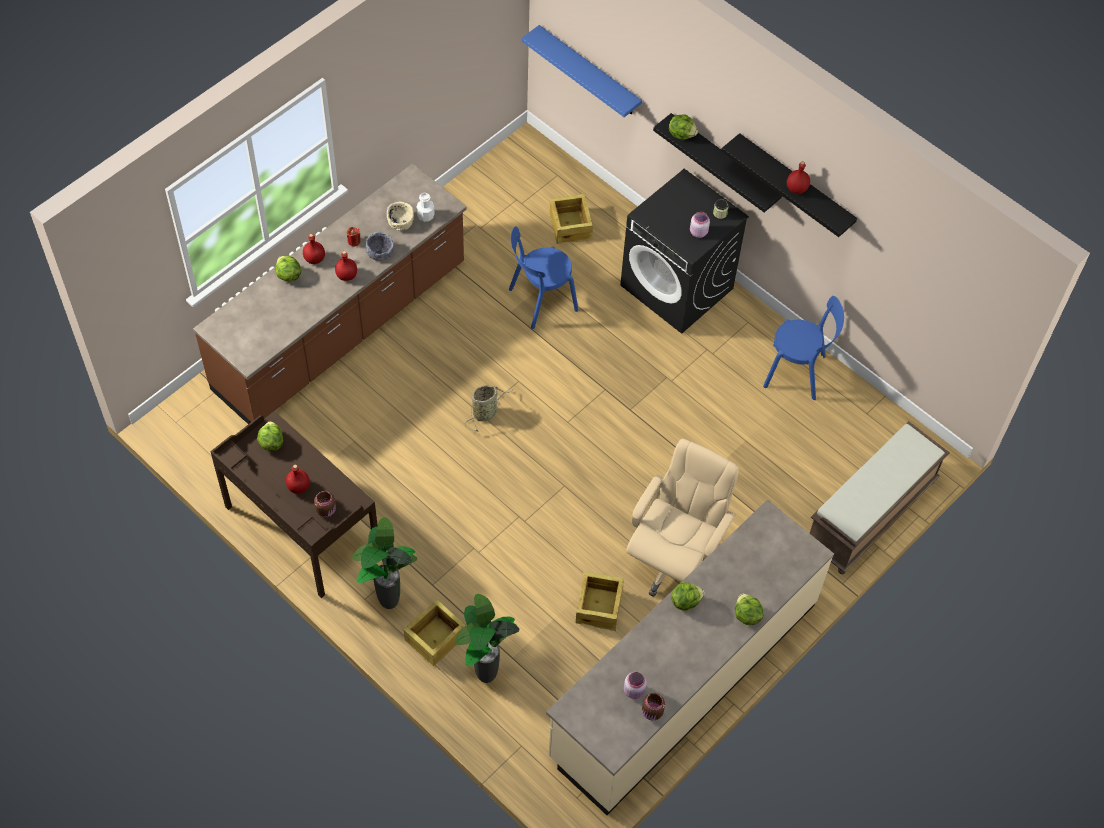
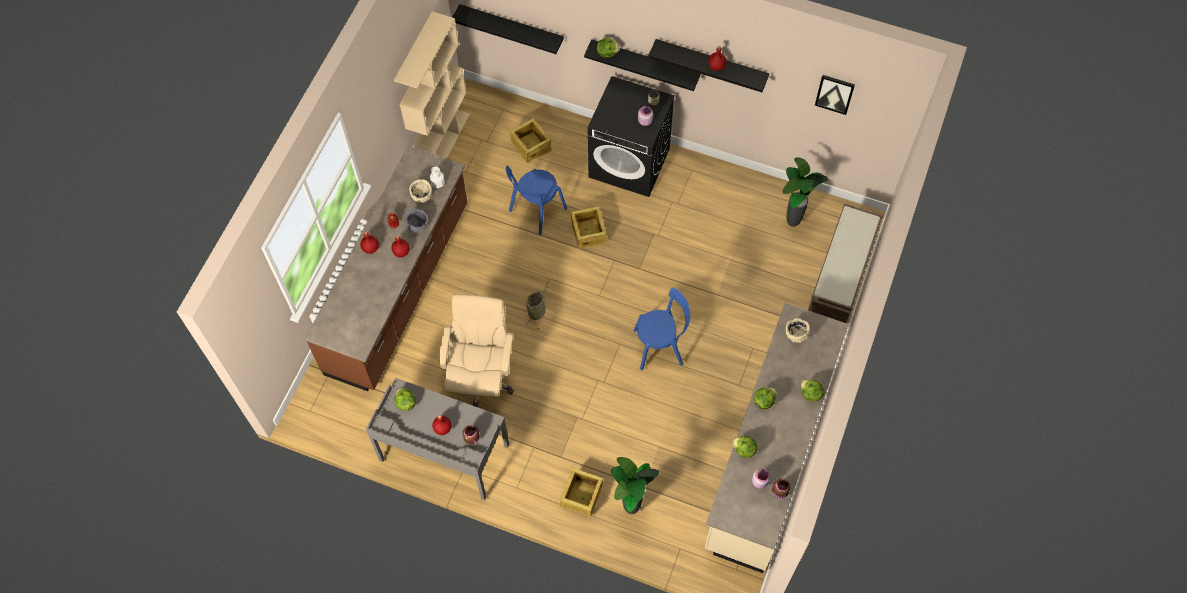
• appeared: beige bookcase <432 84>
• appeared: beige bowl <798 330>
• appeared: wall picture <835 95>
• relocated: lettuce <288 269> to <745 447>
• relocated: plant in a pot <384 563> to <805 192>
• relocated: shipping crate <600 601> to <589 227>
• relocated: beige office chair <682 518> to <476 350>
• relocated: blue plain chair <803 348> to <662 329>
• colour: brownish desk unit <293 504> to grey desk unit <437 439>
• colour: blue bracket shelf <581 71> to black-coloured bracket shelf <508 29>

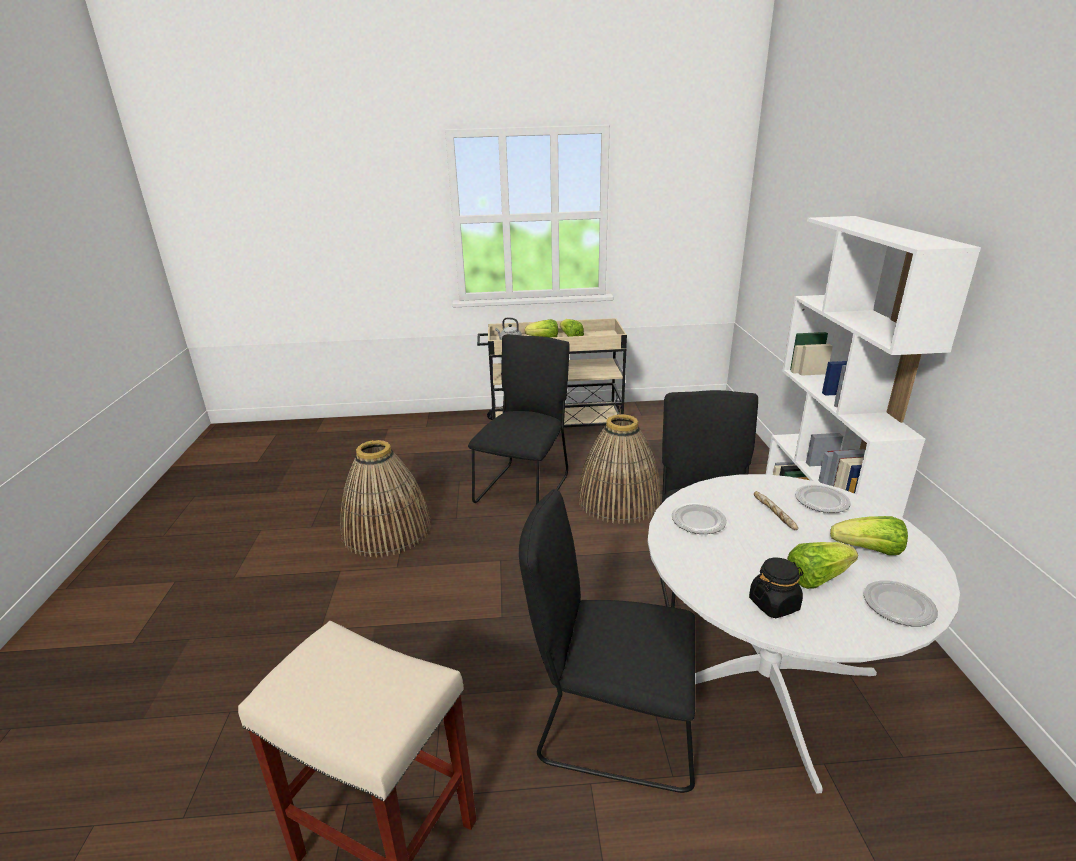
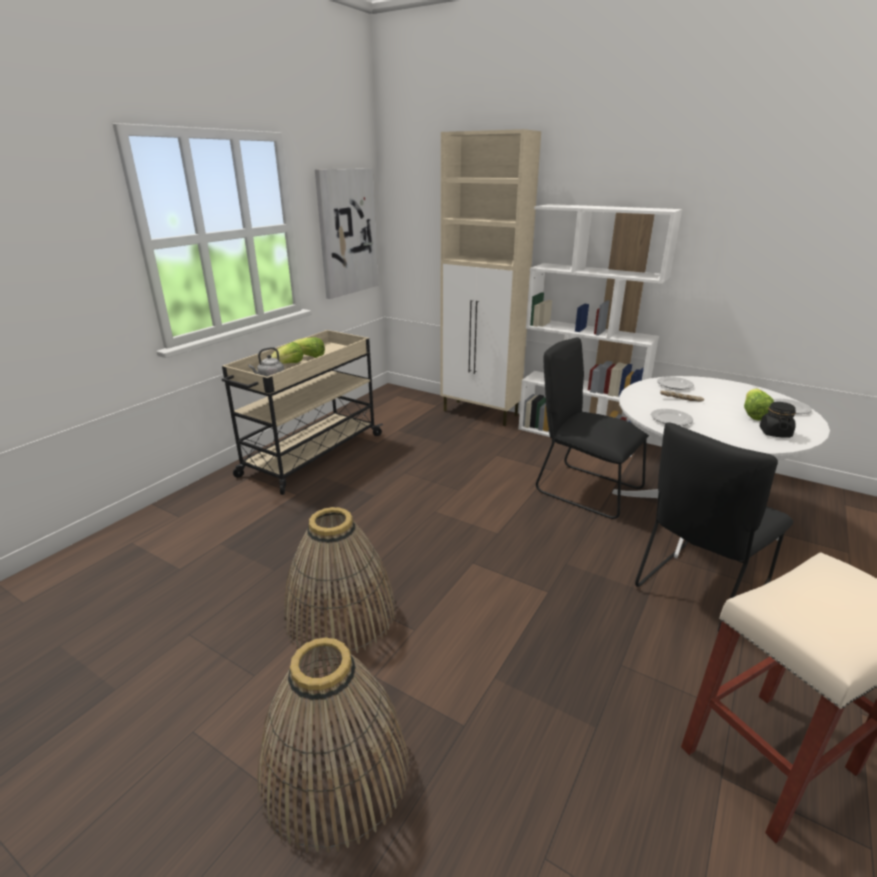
• missing: black-coloured plain chair <519 419>
• missing: lettuce <869 535>
• appeared: wall picture <346 234>
• appeared: beige cupboard <490 277>
• relocated: household basket <619 469> to <333 745>

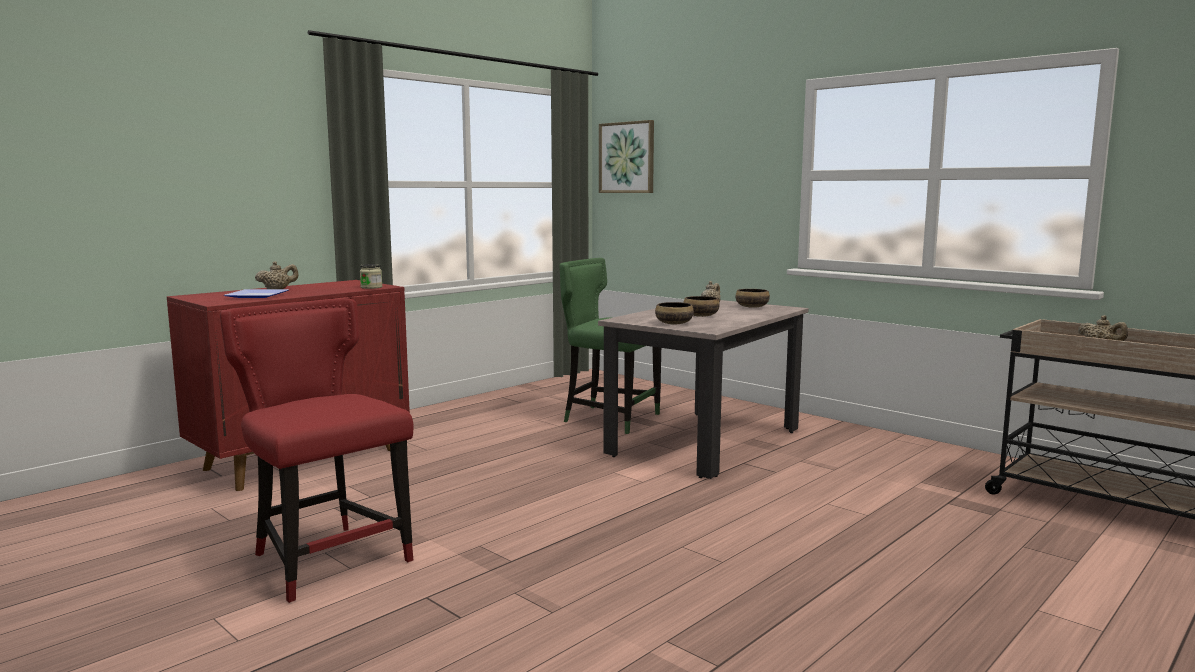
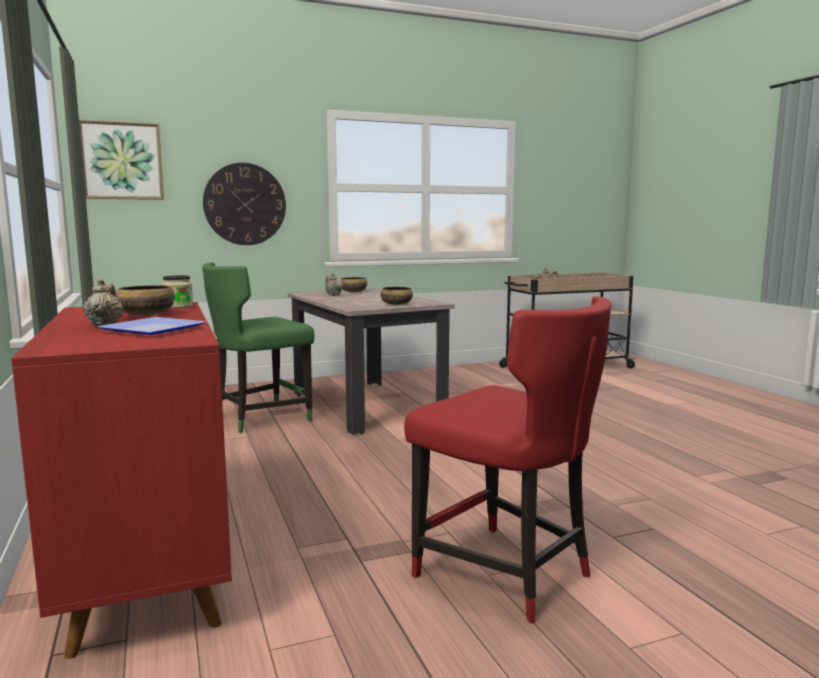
• appeared: clock on the wall <244 204>
• relocated: bowl <701 306> to <145 300>
• spun: red plain chair <316 450> = <507 459> 120 degrees counterclockwise

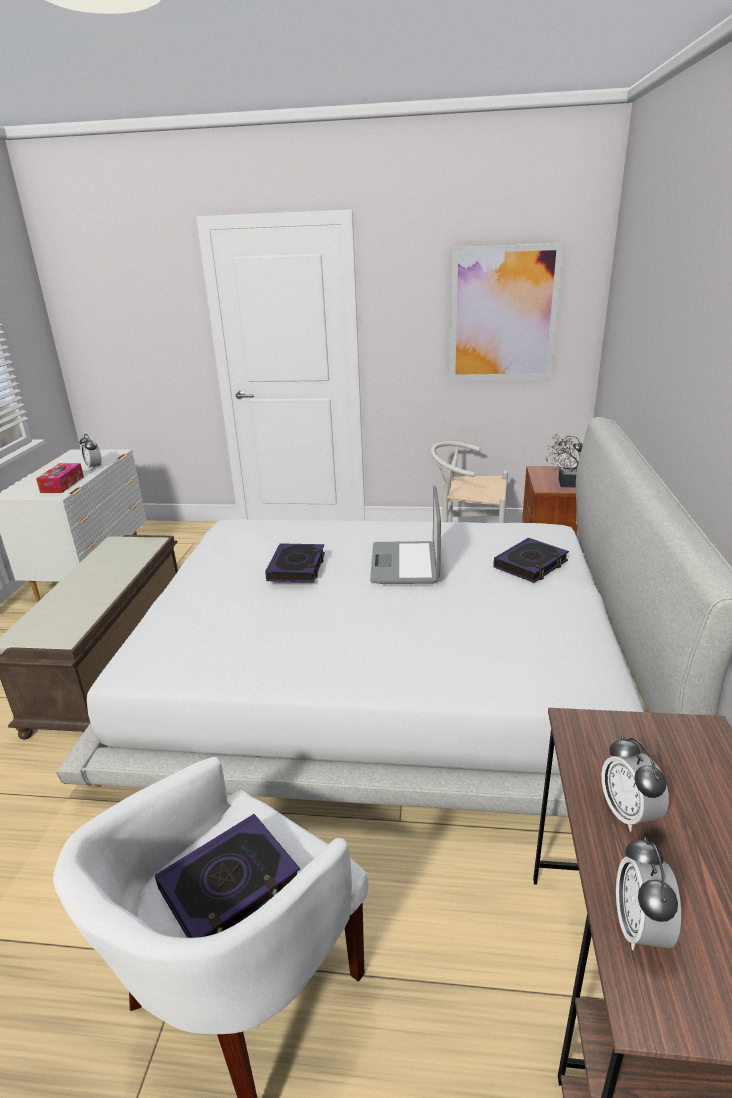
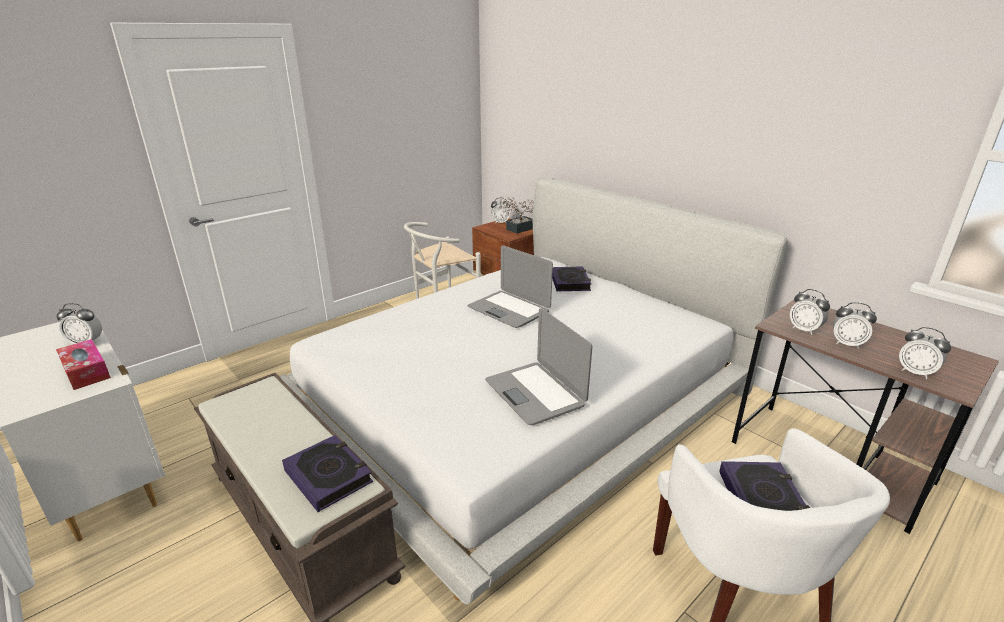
• missing: wall picture <506 311>
• appeared: laptop <538 366>
• appeared: bedside clock <810 312>
• relocated: book <295 562> to <327 473>

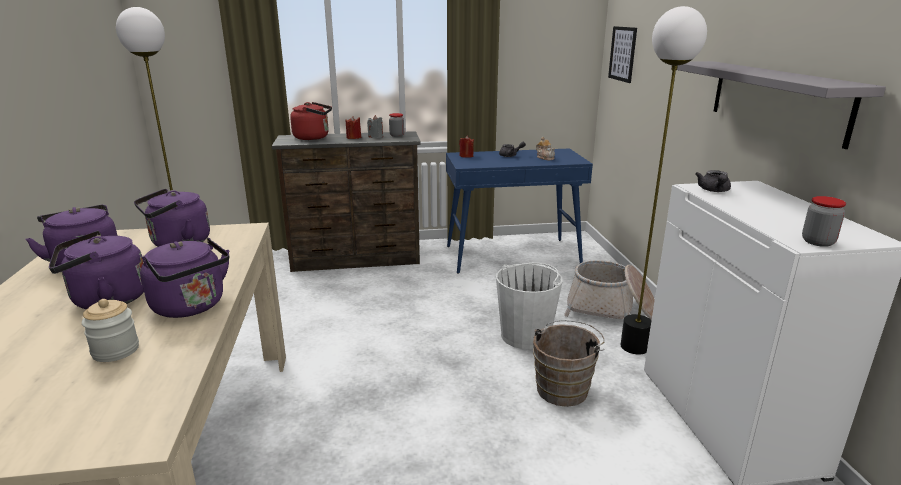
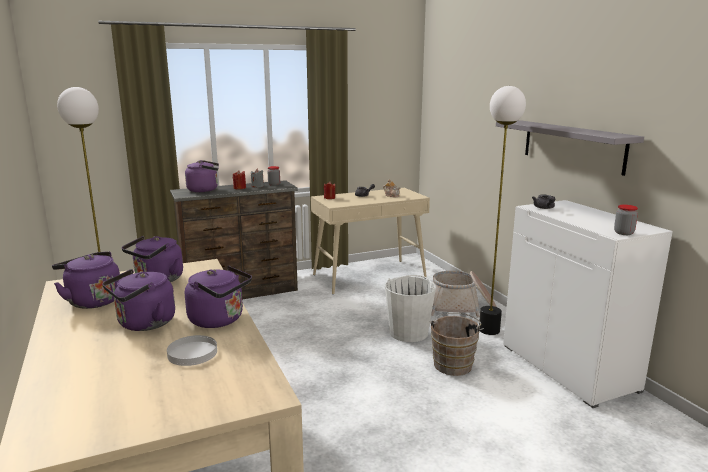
• missing: wall picture <622 54>
• exchanged: storage jar <110 330> to white dinner plate <192 350>
• colour: red water kettle <311 121> to purple-coloured water kettle <202 176>
• colour: blue narrow table <519 211> to beige narrow table <370 241>

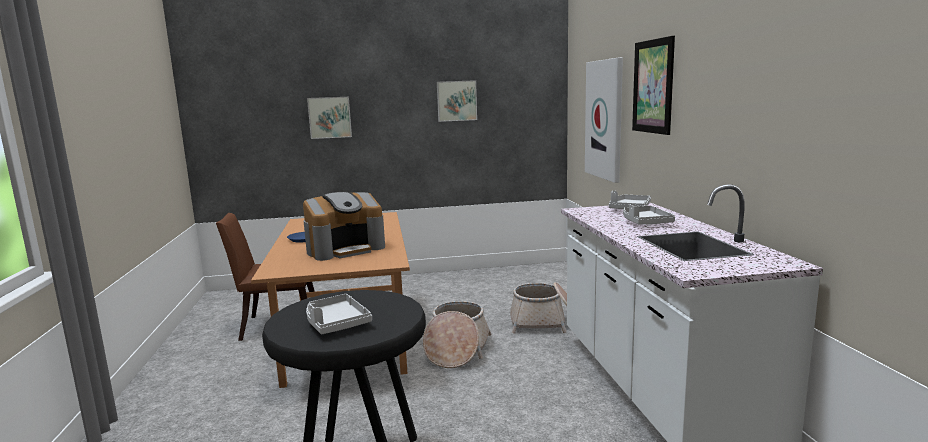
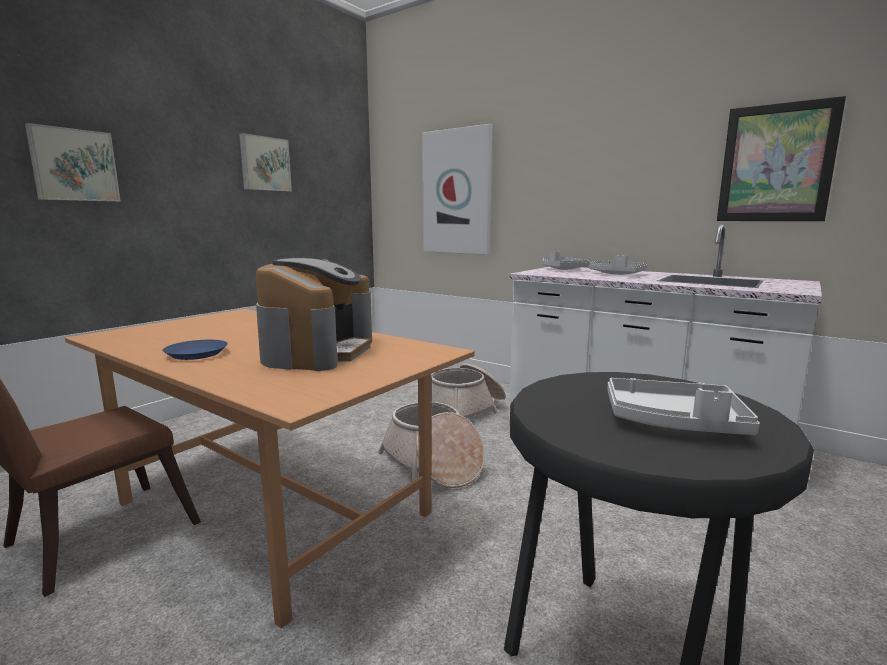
• relocated: wall picture <653 85> to <781 158>

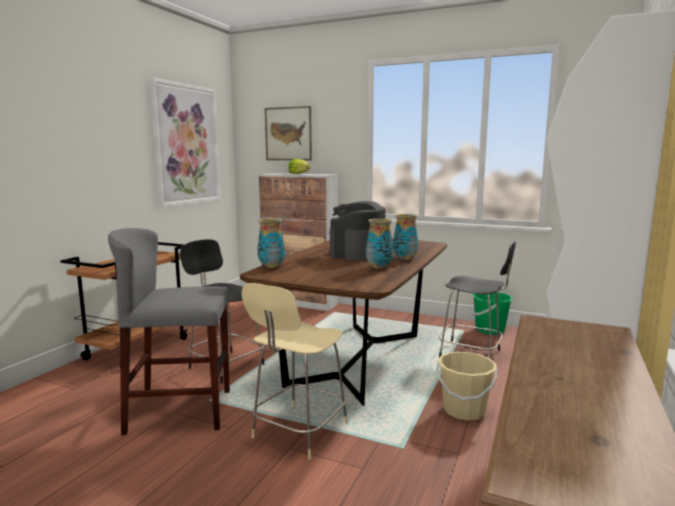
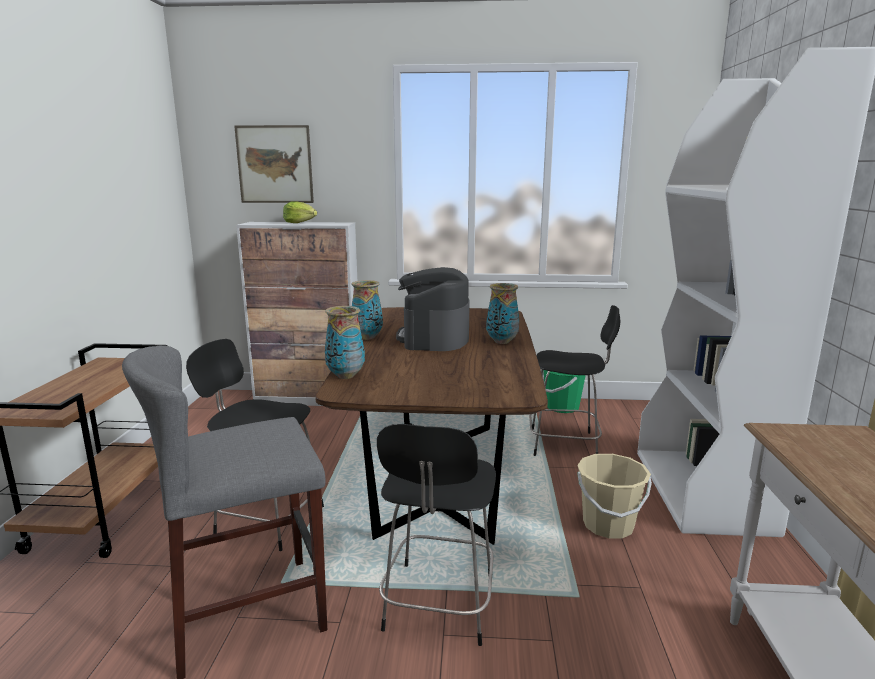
• missing: wall picture <185 142>
• relocated: vase <379 244> to <367 310>
• colour: beige plain chair <295 371> to black-coloured plain chair <436 535>

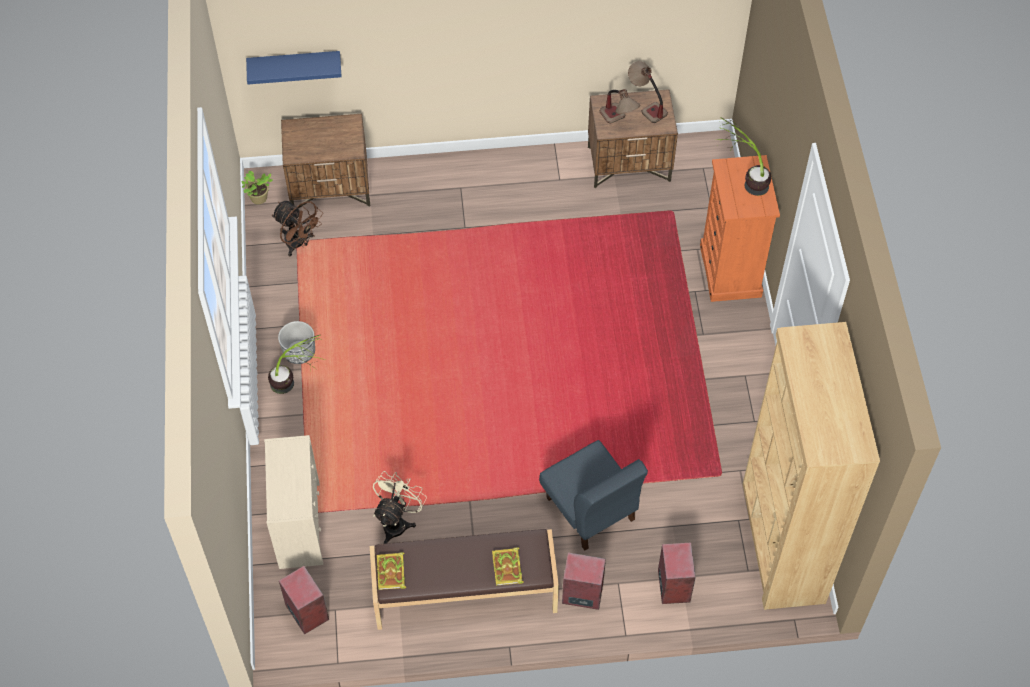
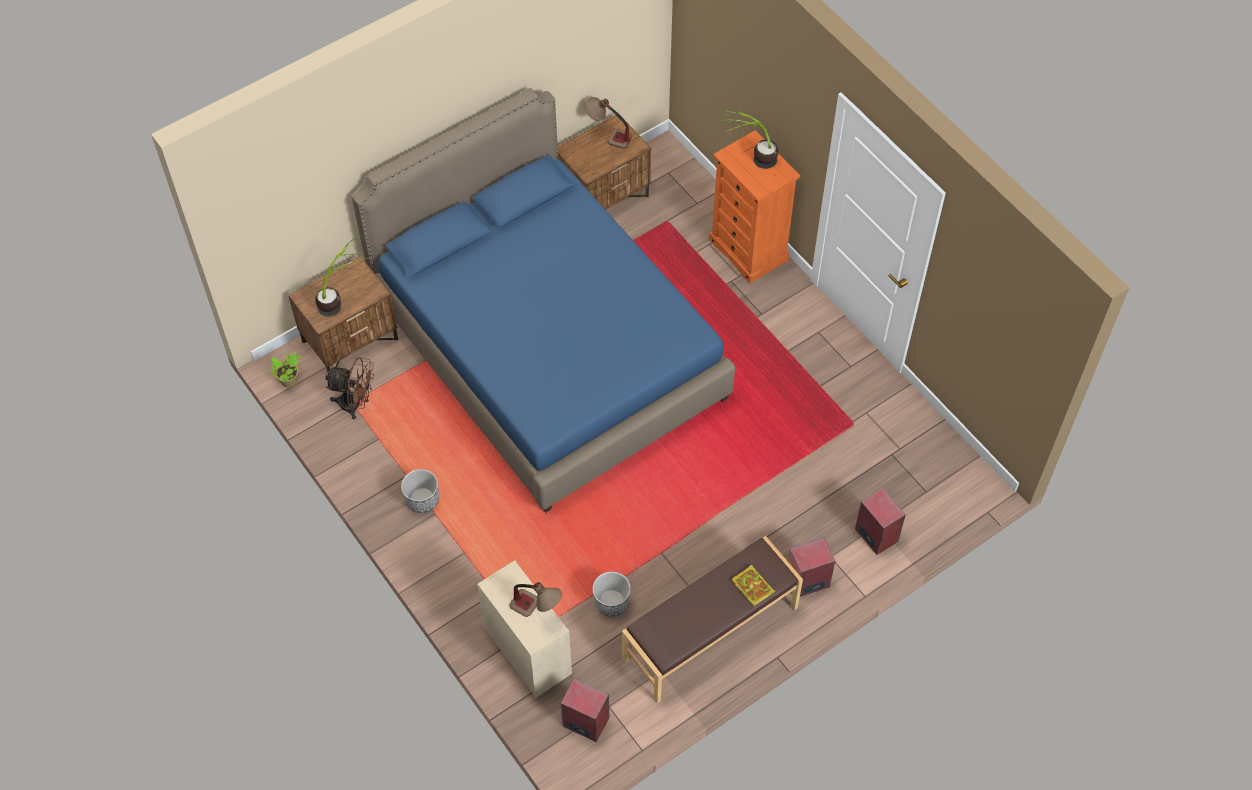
• missing: blue bracket shelf <294 67>
• missing: book <391 571>
• missing: blue plain chair <593 495>
• missing: brownish bookcase <811 466>
• appeared: blue bedroom bed <543 300>
• relocated: plant in a pot <296 364> to <342 276>
• relocated: table lamp <620 106> to <536 599>
• exchanged: beige cooling fan <400 507> to planter <611 594>

